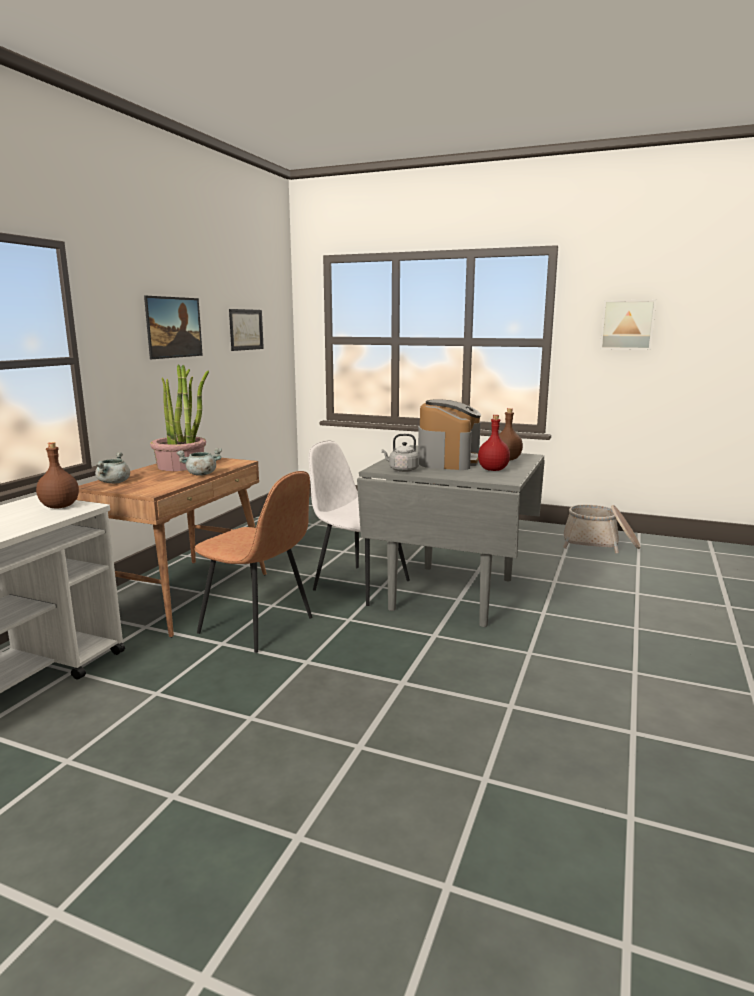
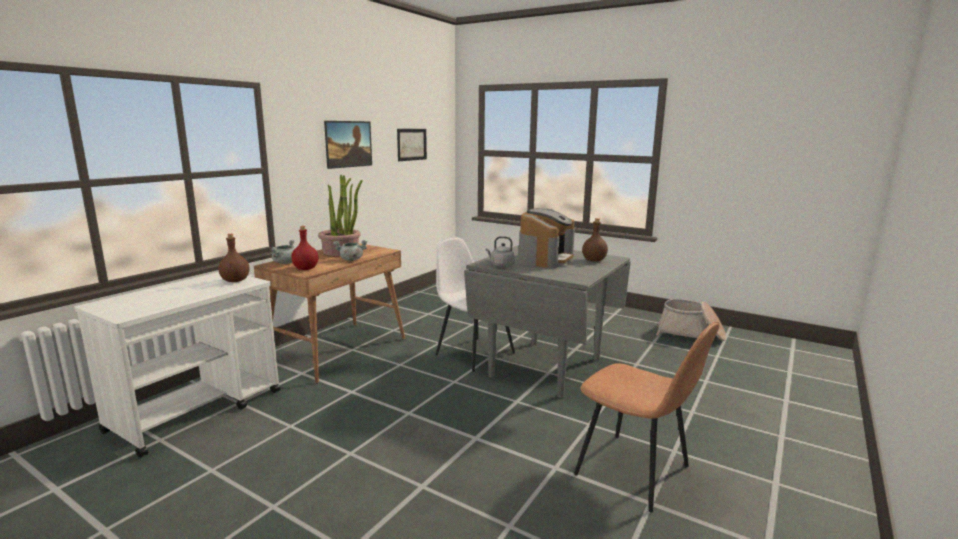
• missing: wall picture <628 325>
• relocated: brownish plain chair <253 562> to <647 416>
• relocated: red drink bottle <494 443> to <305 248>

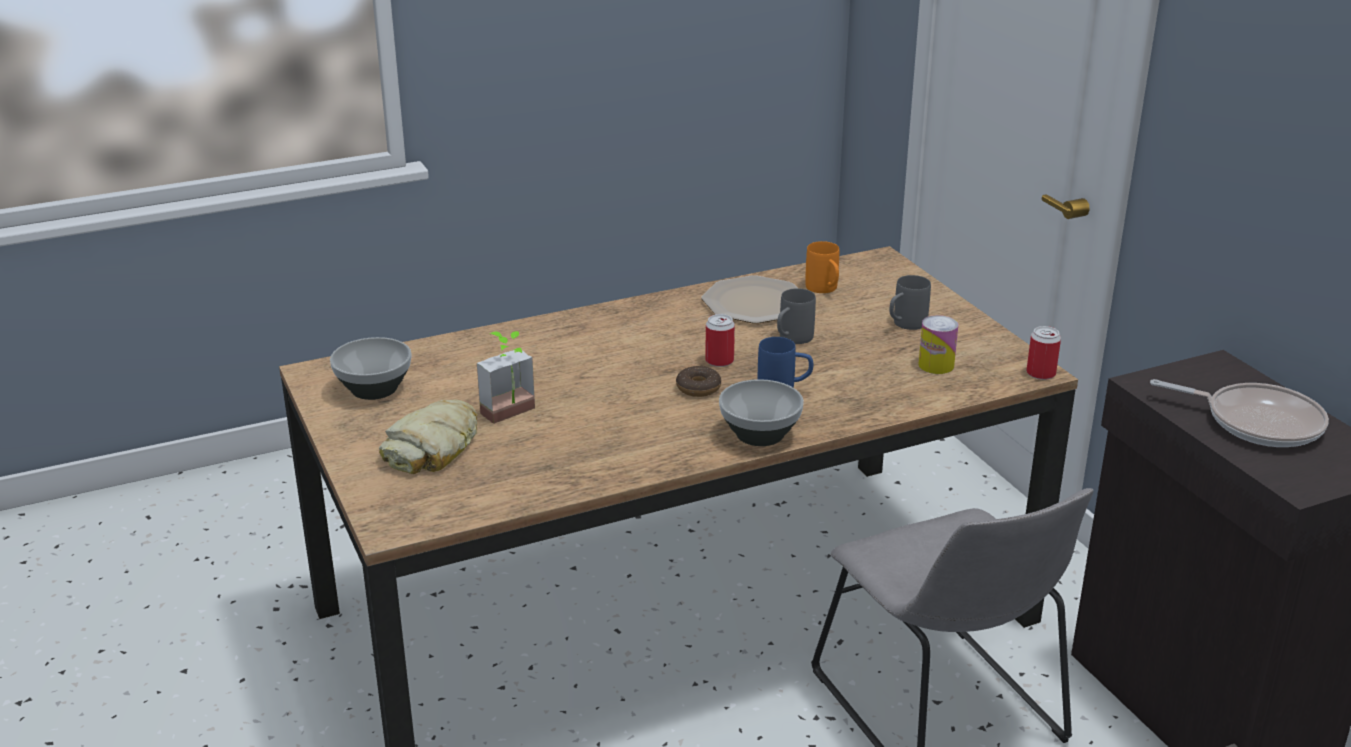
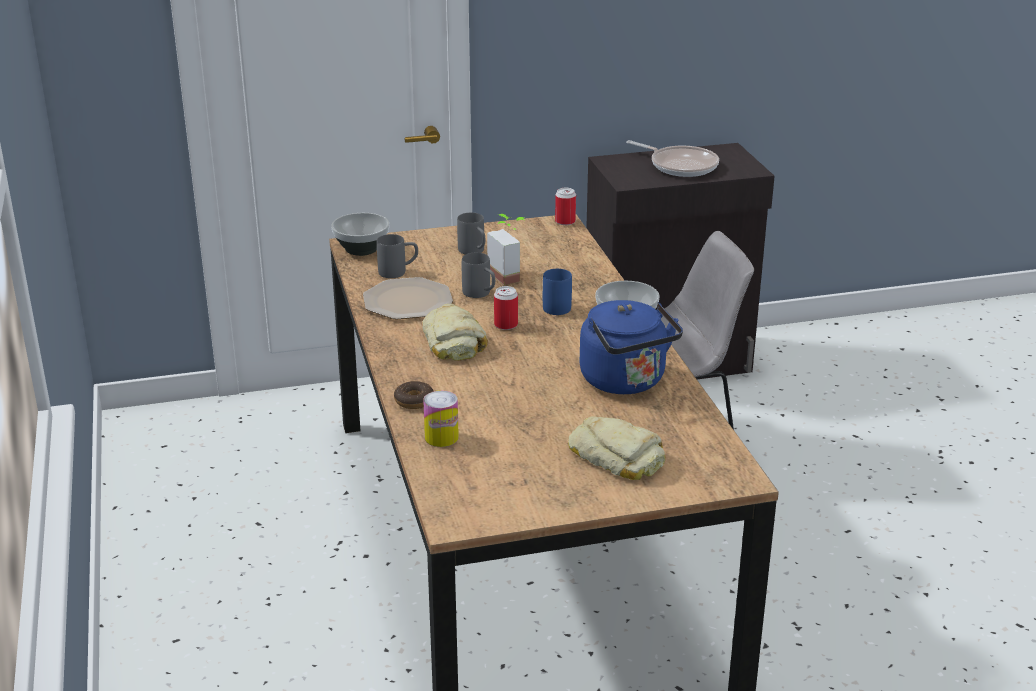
• appeared: bakery bread <455 332>
• appeared: blue water kettle <631 347>
• relocated: bowl <370 368> to <360 234>
• relocated: plant in a pot <506 377> to <506 249>
• relocated: doughnut <698 381> to <414 395>
• relocated: metal can <938 344> to <441 419>
• colour: orange-coloured tea mug <822 267> to grey tea mug <397 256>
• spun: pan <1239 413> = <672 158> 90 degrees clockwise

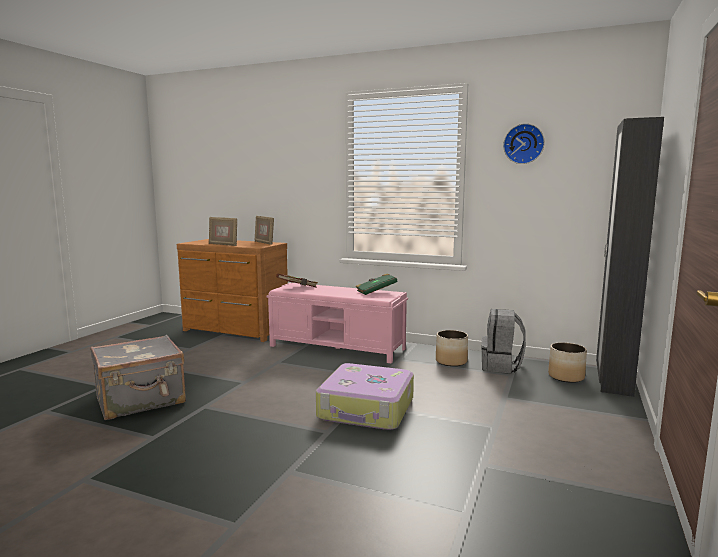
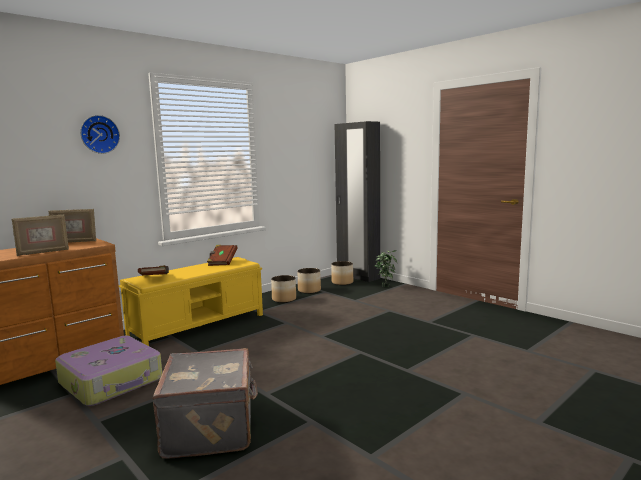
• appeared: plant in a pot <386 268>
• relocated: piece of luggage <365 396> to <108 370>
• relocated: clock on the wall <524 143> to <100 134>
• exchanged: grey backpack <503 341> to planter <309 281>
• colour: pink long seat <337 323> to yellow long seat <191 301>
• colour: green book <377 284> to brownish book <222 255>

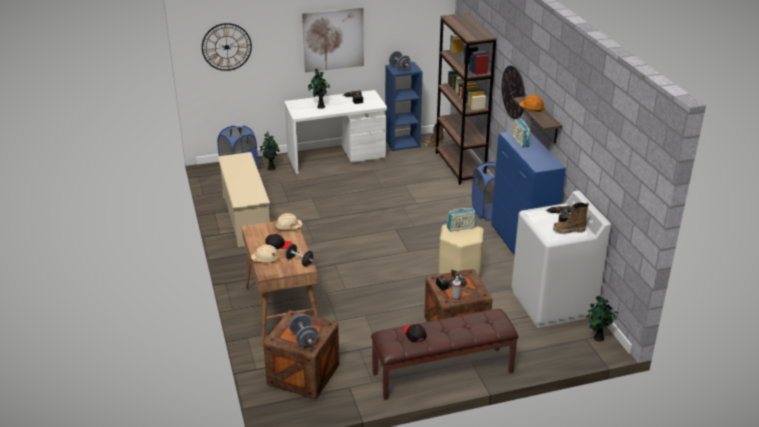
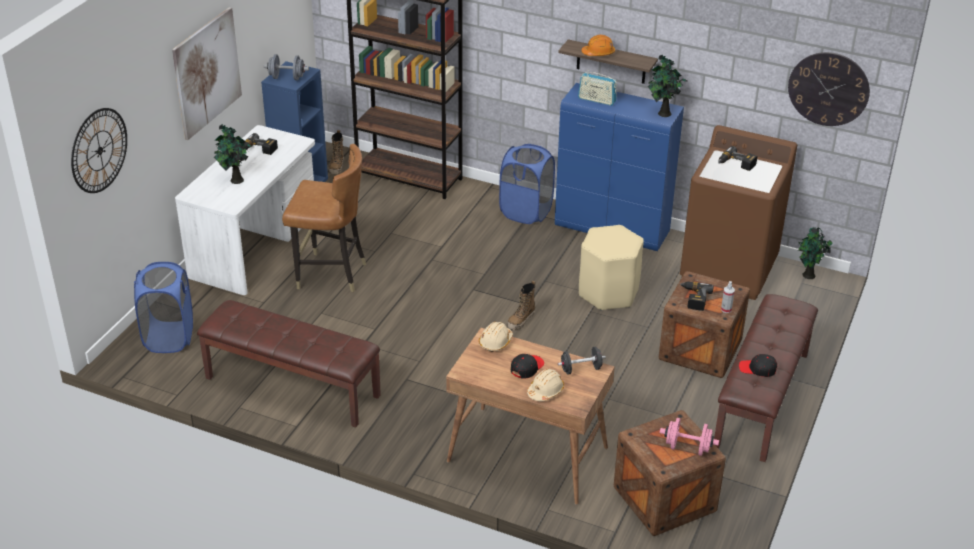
• missing: radio <461 219>
• appeared: brownish plain chair <324 218>
• relocated: plant in a pot <270 151> to <667 86>
• relocated: clock on the wall <513 92> to <829 89>
• relocated: high-top boot <571 218> to <521 305>
• exchanged: beige shoe rack <244 199> to brownish long seat <289 364>
• colour: grey hand weight <304 330> to pink hand weight <689 437>
• colour: white laundry appliance <561 259> to brownish laundry appliance <738 212>

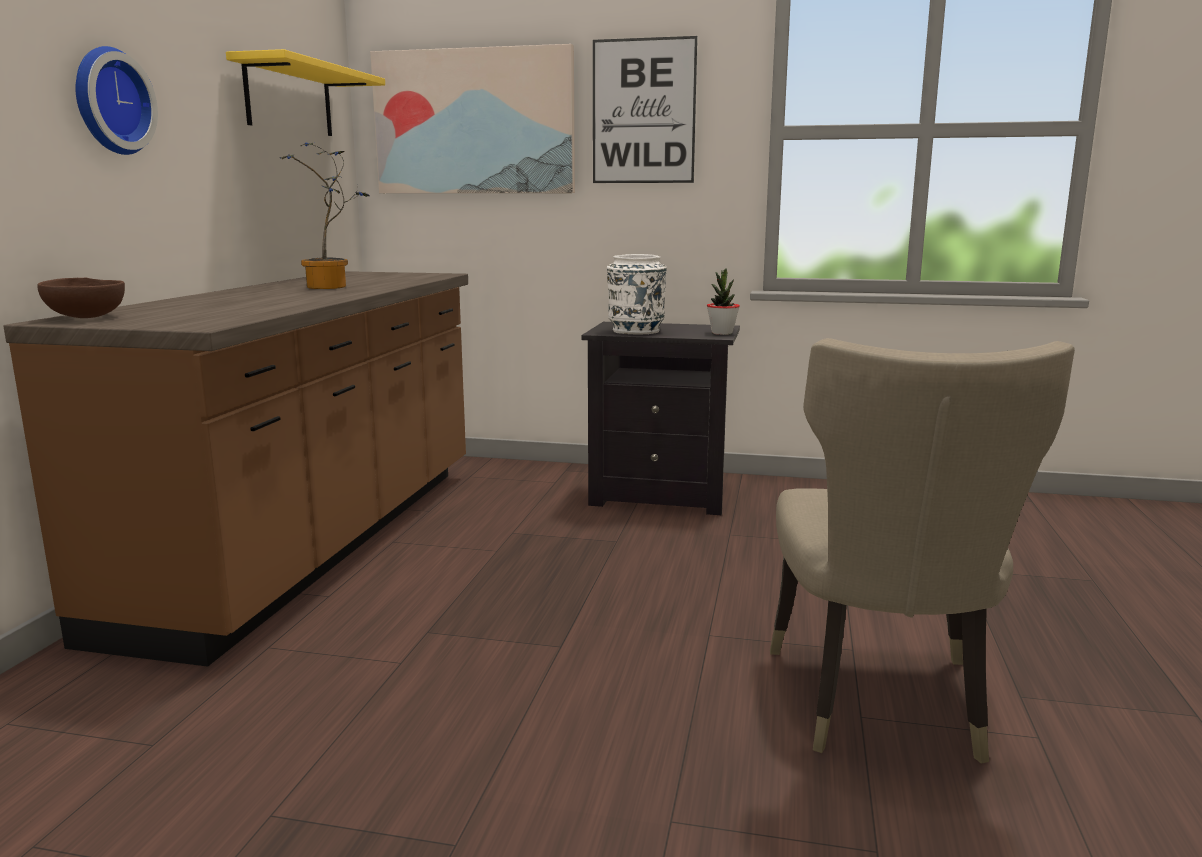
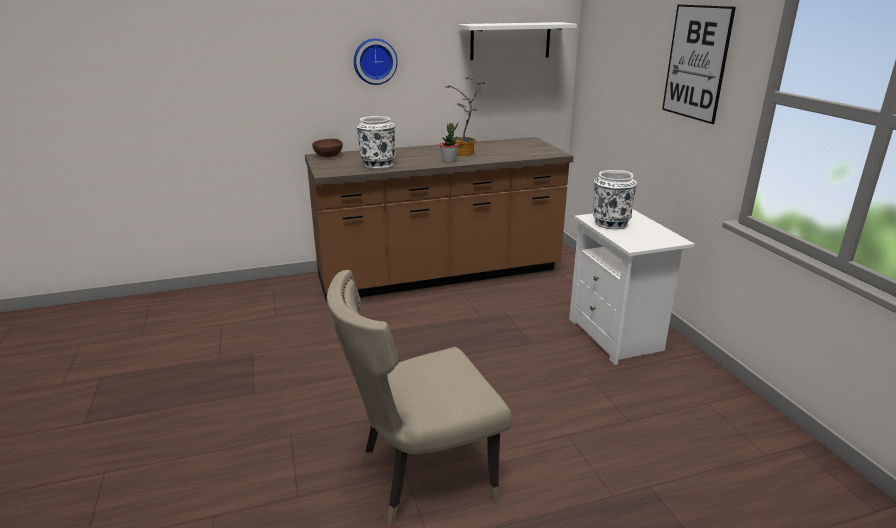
• missing: wall picture <472 118>
• appeared: white vase <376 142>
• relocated: plant in a pot <723 301> to <449 143>
• colour: yellow bracket shelf <305 92> to white bracket shelf <518 41>
• colour: black-coloured bedside table <660 418> to white bedside table <632 287>

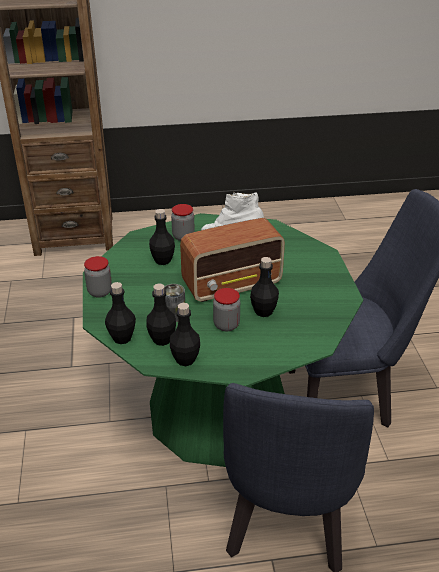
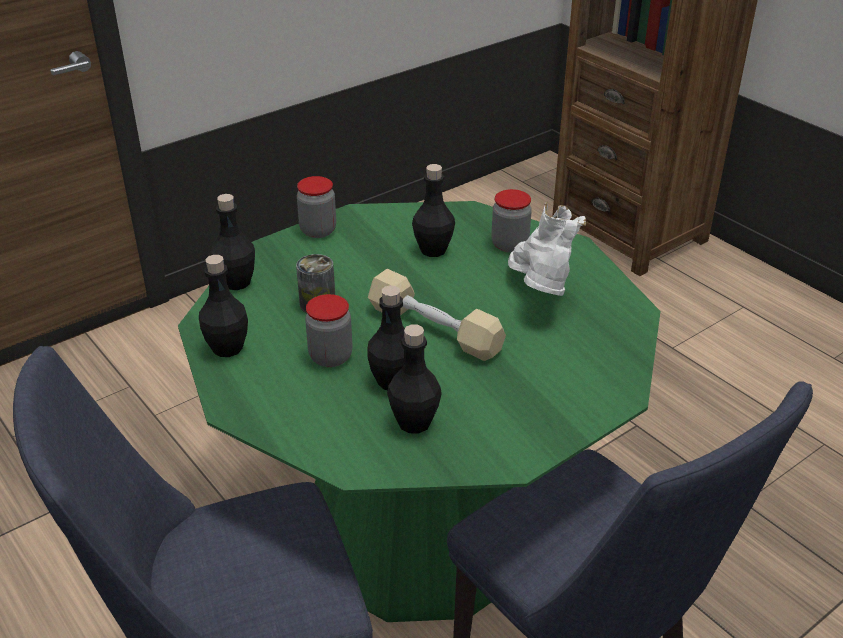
• relocated: black-coloured drink bottle <161 314> to <414 378>
• exchanged: radio <232 260> to beige hand weight <437 315>

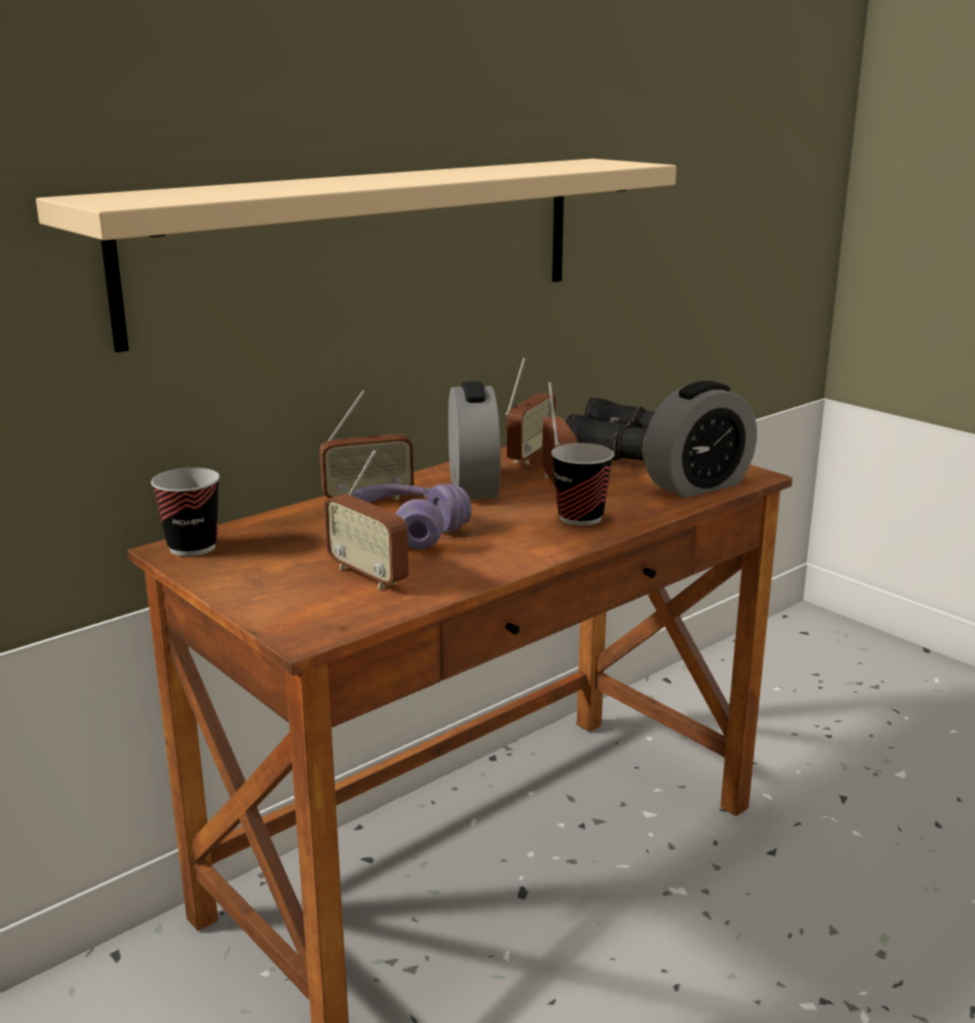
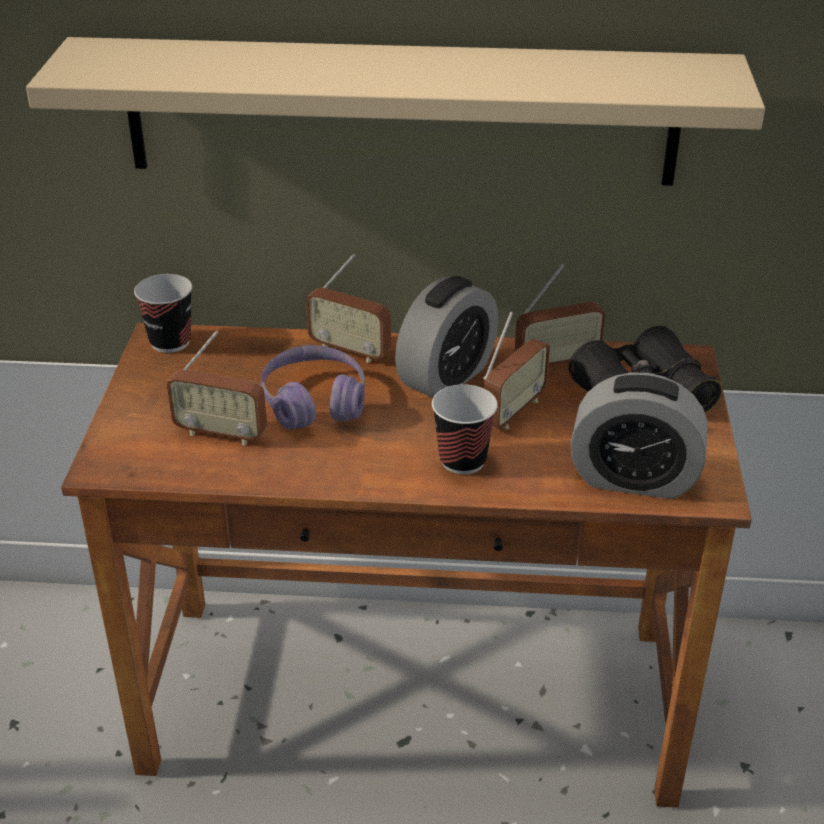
• spun: radio <366 520> = <217 388> 75 degrees counterclockwise

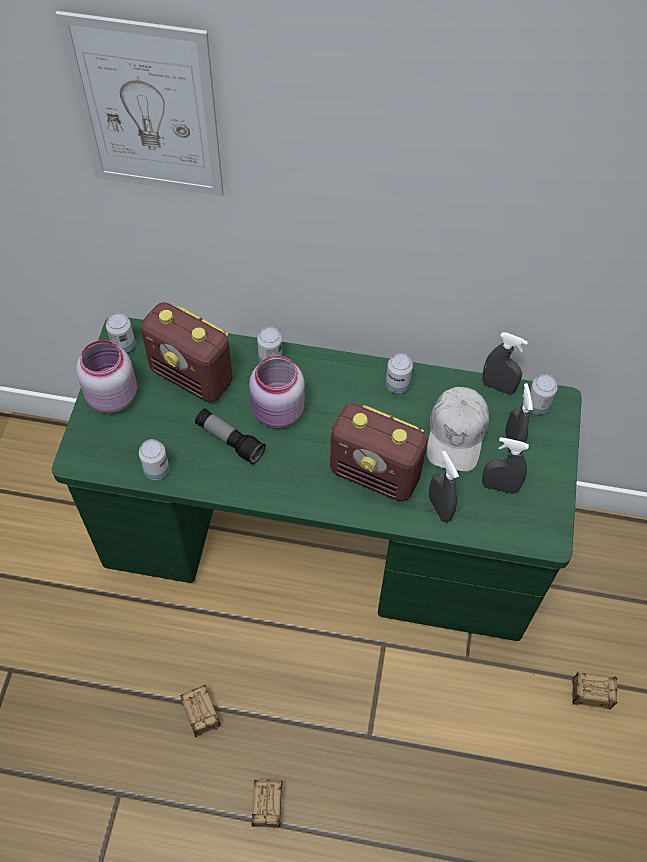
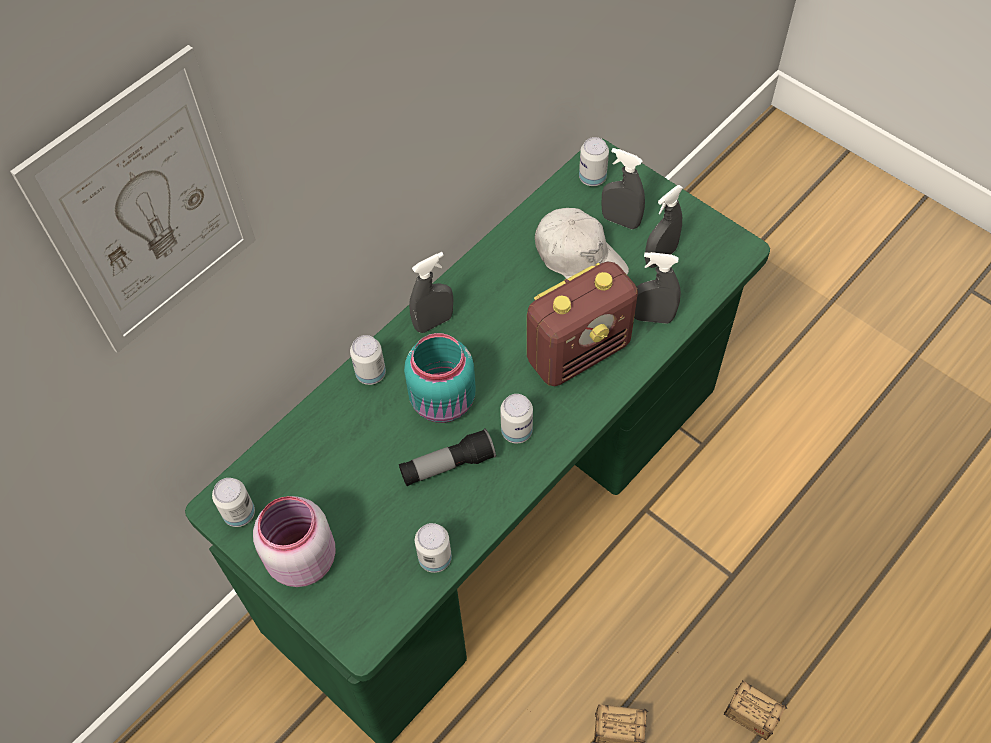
• missing: radio <186 352>
• missing: storage bin <575 690>
• relocated: metal can <399 373> to <516 418>
• relocated: grey sprayer <505 363> to <431 292>
• colour: pink storage jar <277 392> to turquoise storage jar <440 378>

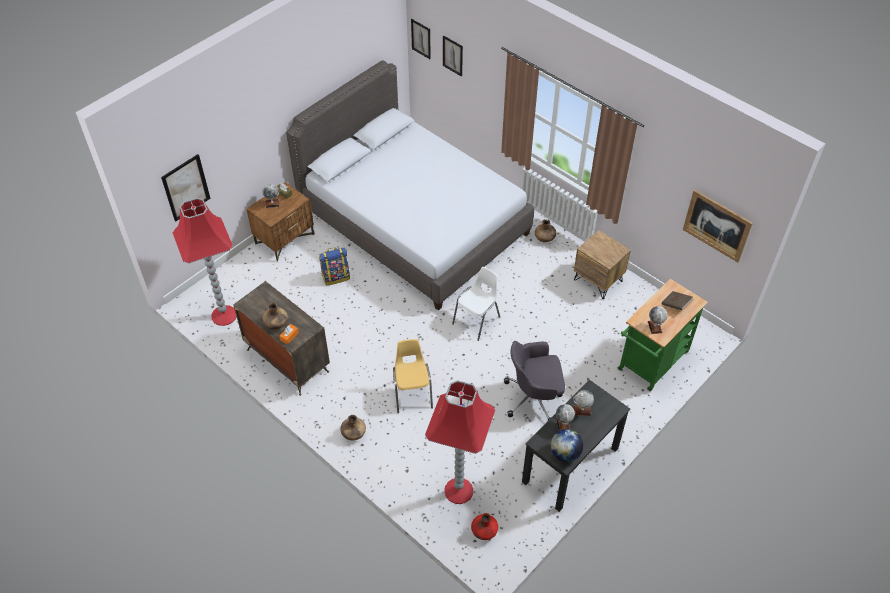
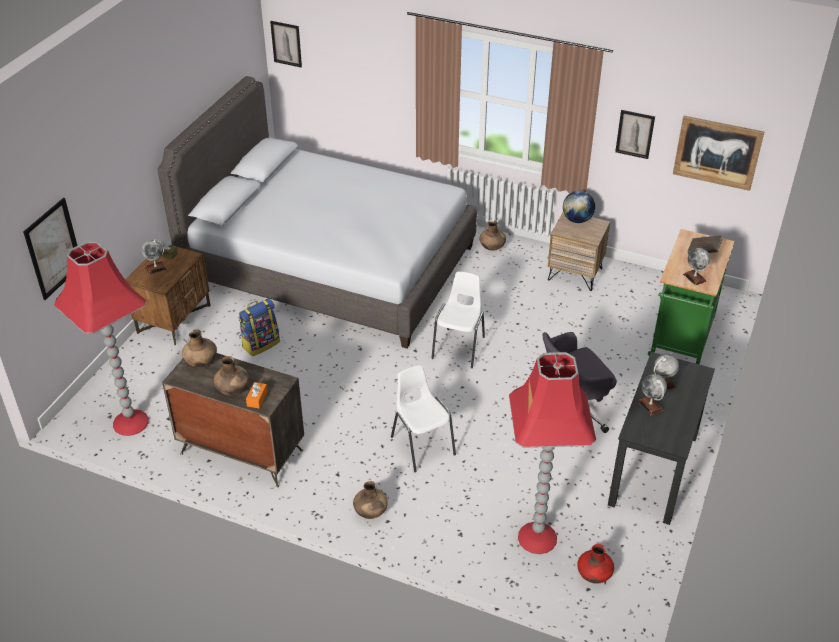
• appeared: brownish vase <199 348>
• relocated: wall picture <453 56> to <635 134>
• relocated: world globe <567 445> to <579 207>
• colour: yellow plain chair <413 376> to white plain chair <423 418>

